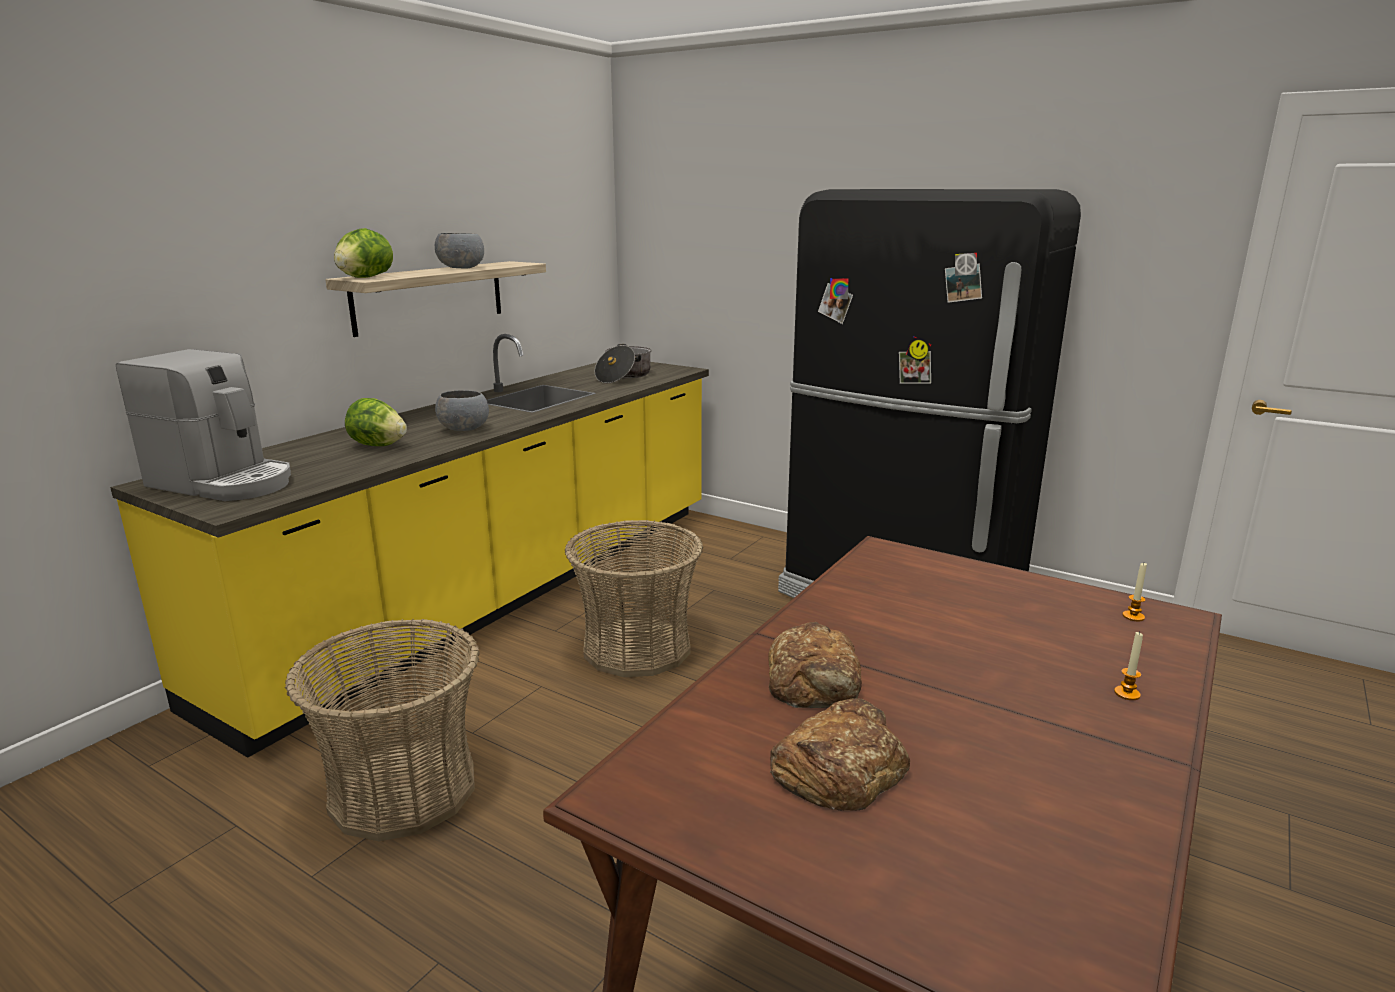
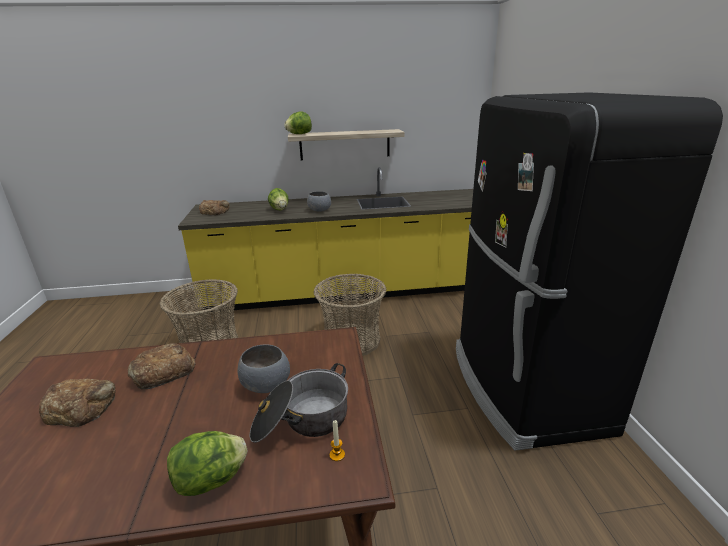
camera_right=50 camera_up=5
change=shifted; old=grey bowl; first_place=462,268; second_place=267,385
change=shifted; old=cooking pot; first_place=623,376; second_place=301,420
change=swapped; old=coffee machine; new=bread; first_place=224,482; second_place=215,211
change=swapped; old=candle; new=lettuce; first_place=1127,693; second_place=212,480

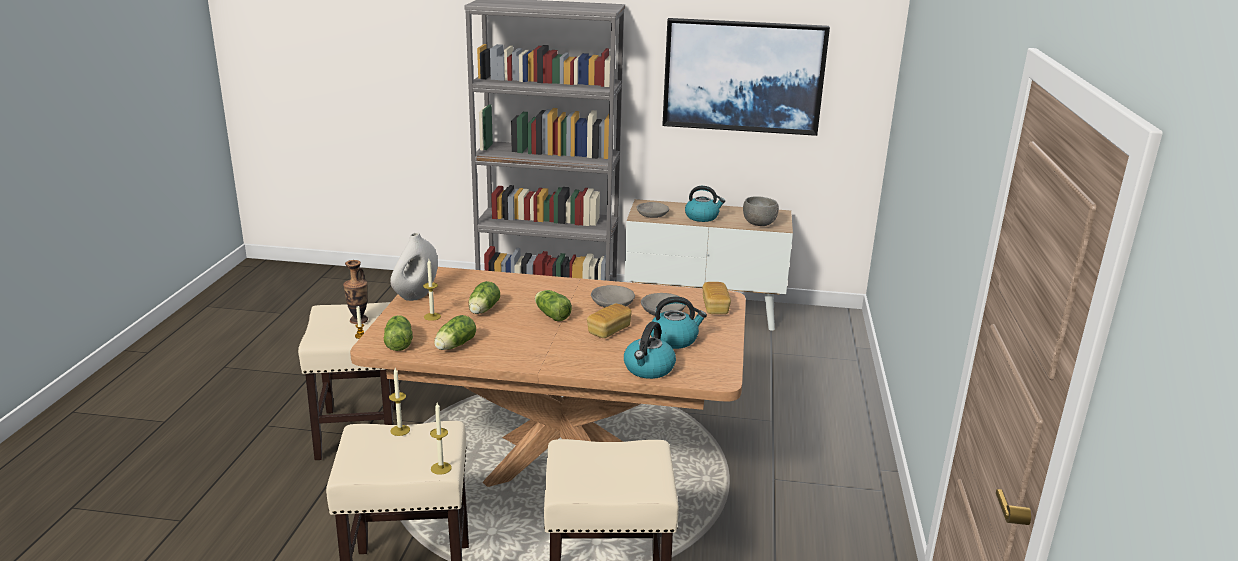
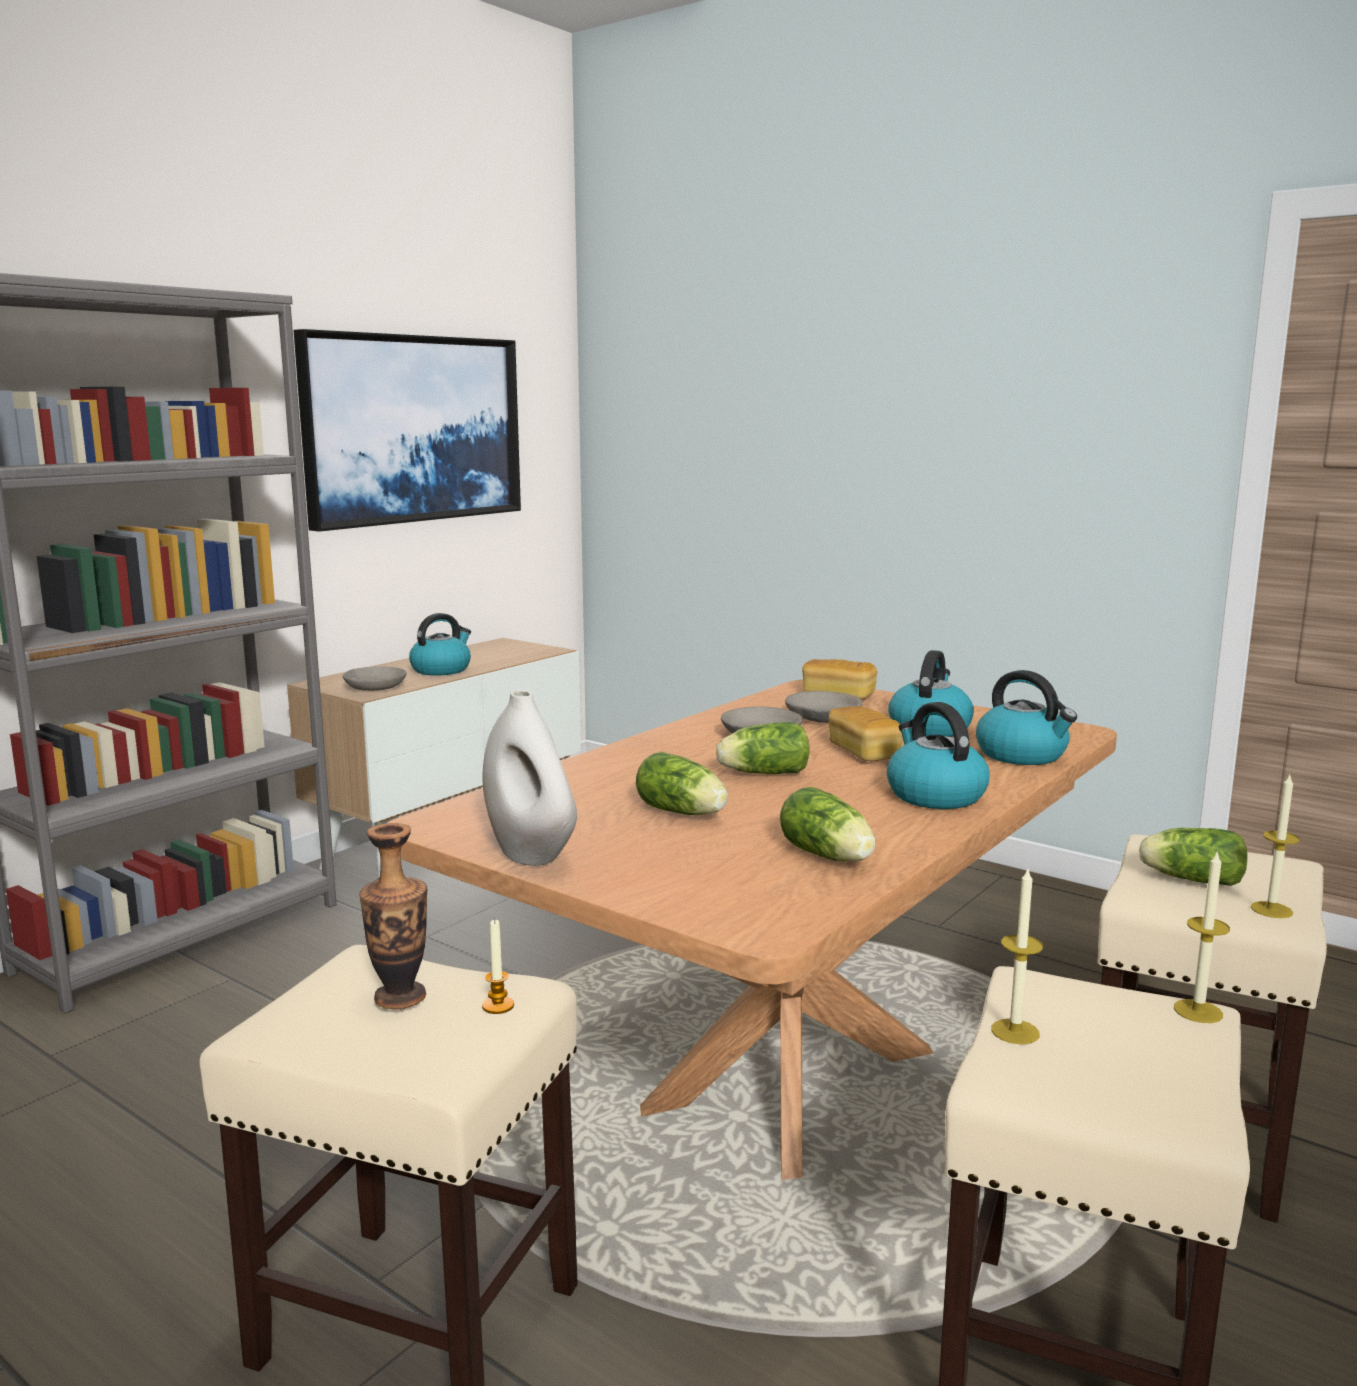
camera_right=-60 camera_up=-10
change=gone; old=grey bowl; first_place=759,224
change=shifted; old=candle; first_place=432,316; second_place=1271,910
change=shifted; old=lettuce; first_place=399,342; second_place=1189,879
change=new; new=kettle; second_place=934,795

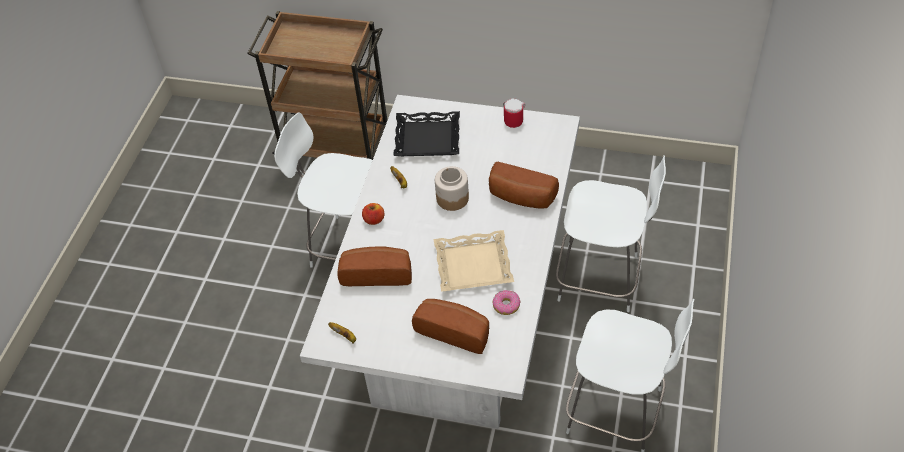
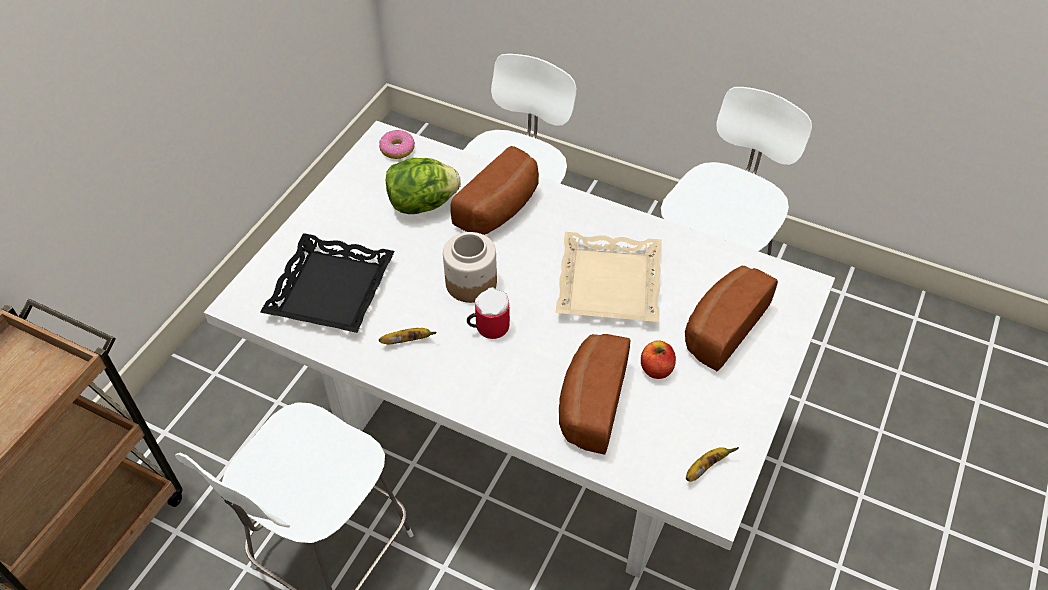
camera_right=-80 camera_up=0
change=shifted; old=mug; first_place=512,119; second_place=487,327
change=shifted; old=apple; first_place=374,220; second_place=656,369
change=shifted; old=donut; first_place=506,305; second_place=397,149
change=new; new=lettuce; second_place=422,204

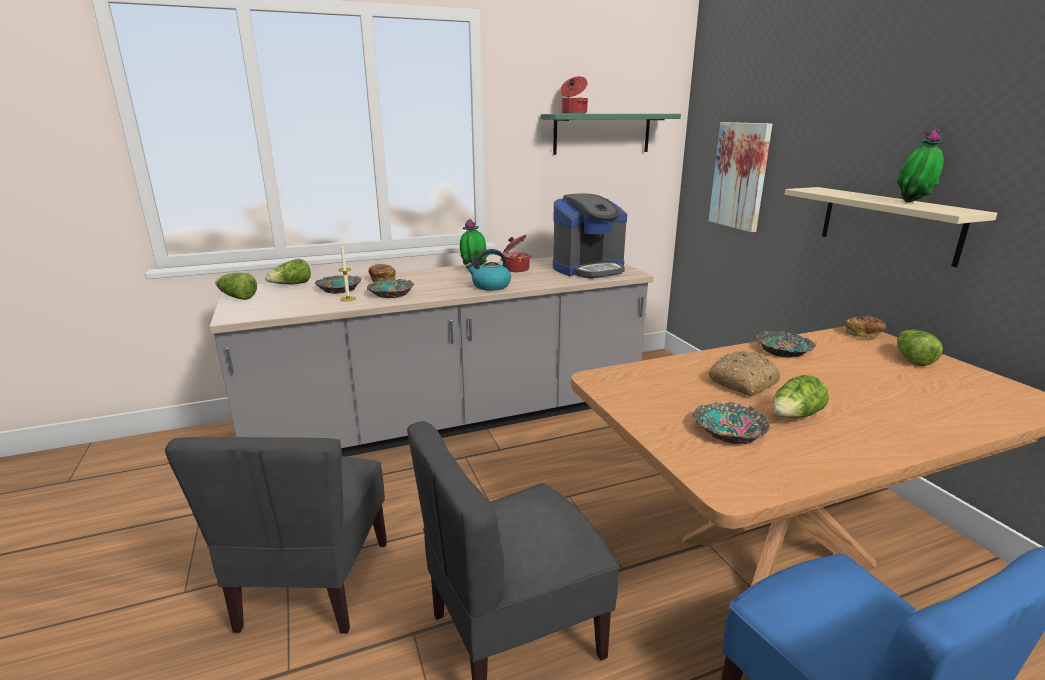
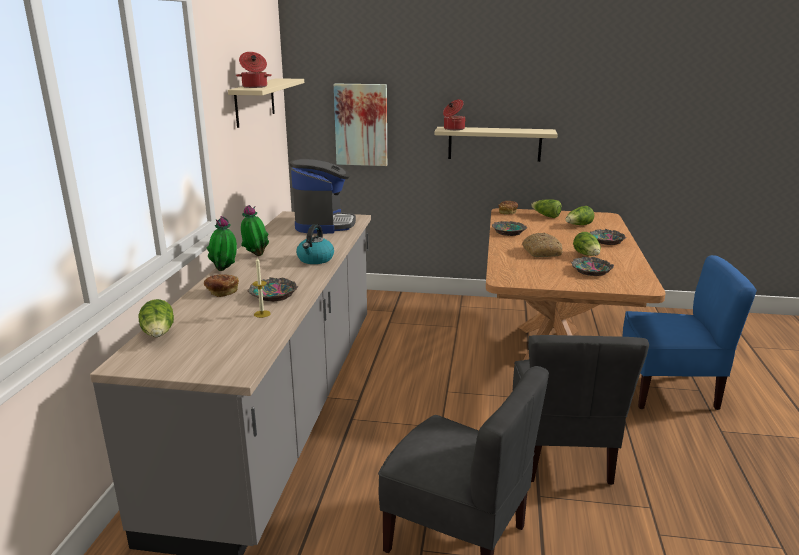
camera_right=-60 camera_up=0
change=repainted; old=green shelf; new=beige shelf; first_place=602,133; second_place=255,102
change=shifted; old=potted plant; first_place=913,202; second_place=225,270
change=shifted; old=cooking pot; first_place=515,269; second_place=453,129
change=shifted; old=lettuce; first_place=237,297; second_place=578,225
change=shifted; old=bowl; first_place=339,288; second_place=605,241

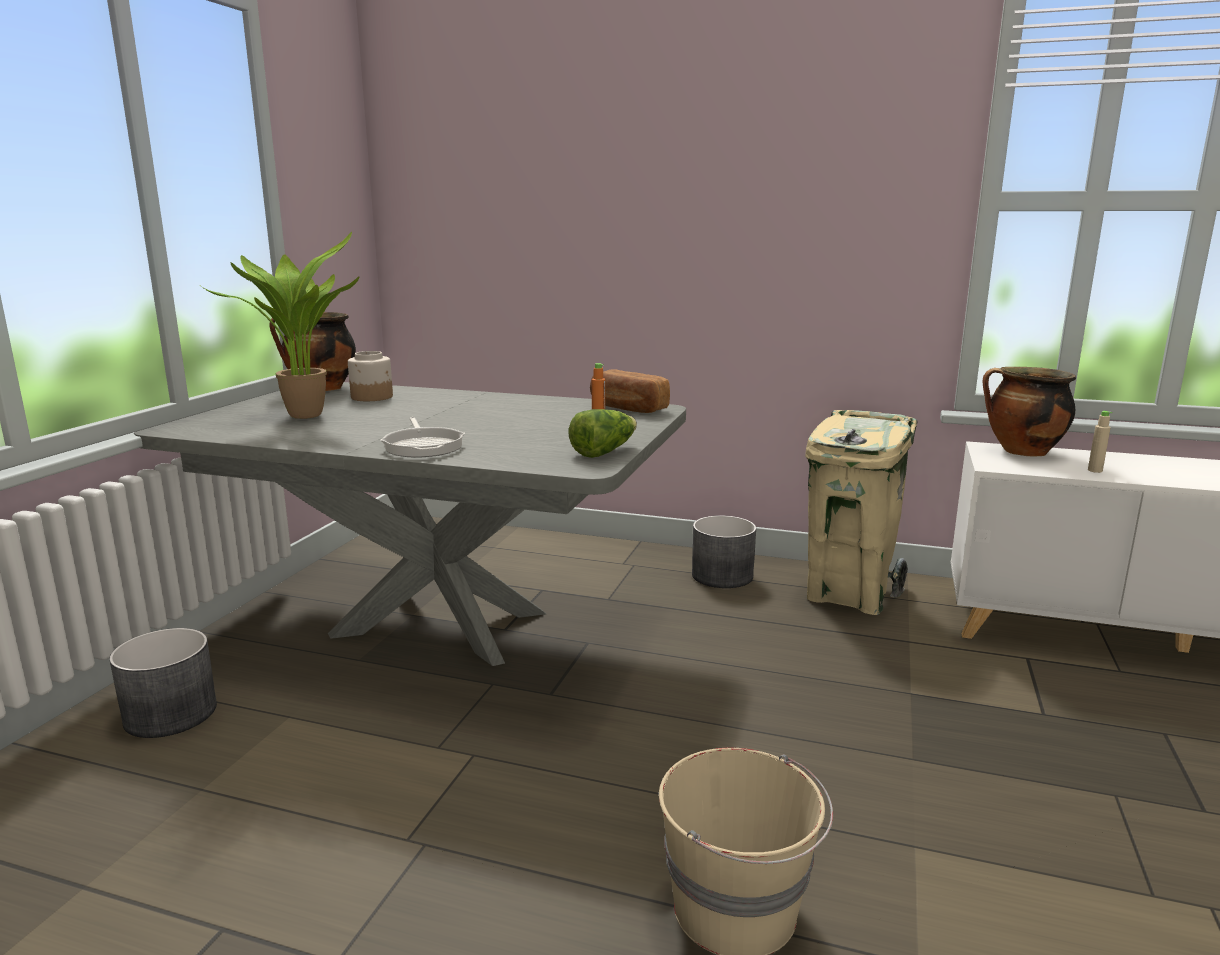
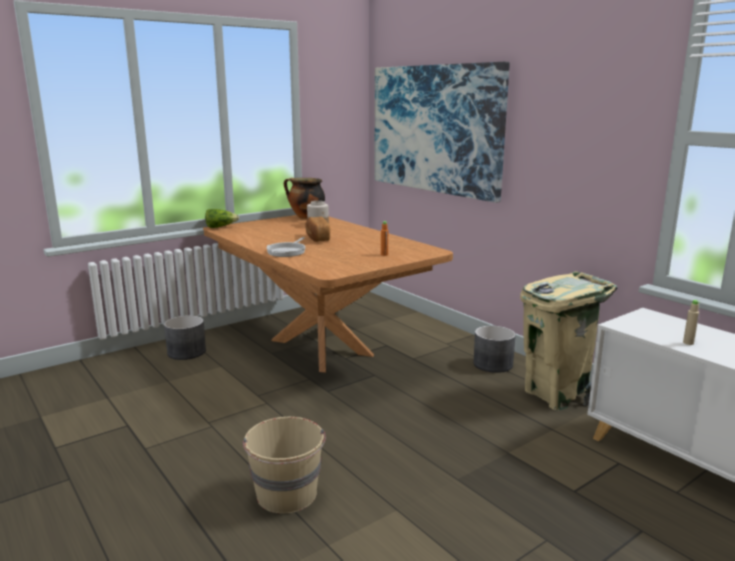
camera_right=35 camera_up=0
change=gone; old=potted plant; first_place=305,414
change=gone; old=cooking pot; first_place=1022,452
change=shifted; old=bread; first_place=627,408; second_place=317,238
change=repainted; old=grey dining table; new=brown dining table; first_place=440,624; second_place=321,348
change=shifted; old=lettuce; first_place=604,452; second_place=220,227
change=new; new=picture; second_place=435,129

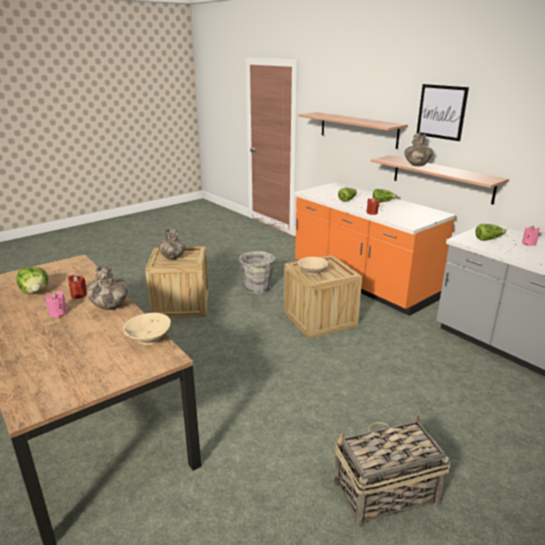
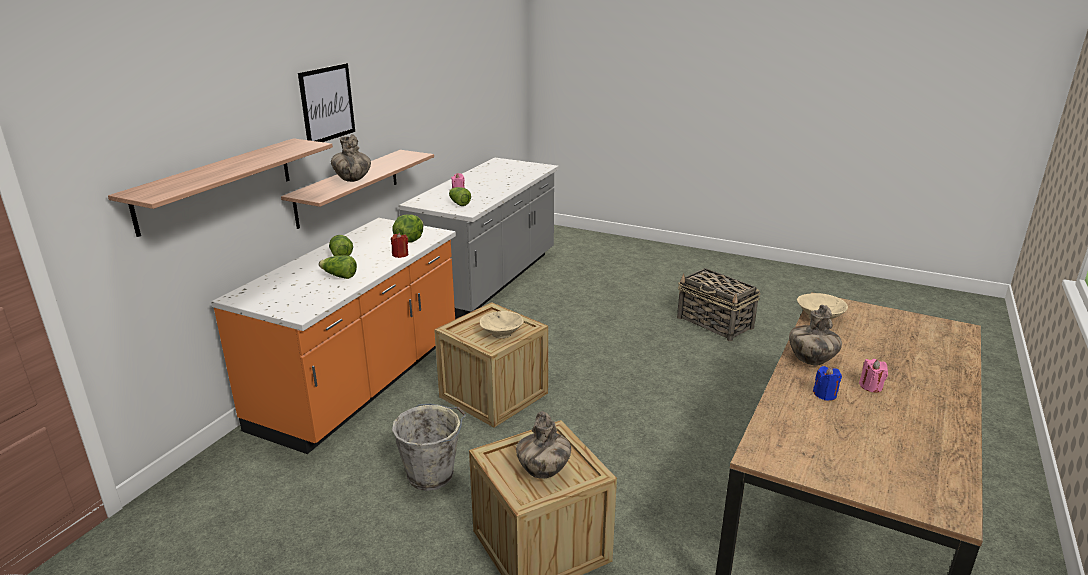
camera_right=-115 camera_up=0
change=shifted; old=lettuce; first_place=35,292; second_place=409,240
change=repainted; old=red candle; new=blue candle; first_place=79,295; second_place=825,394

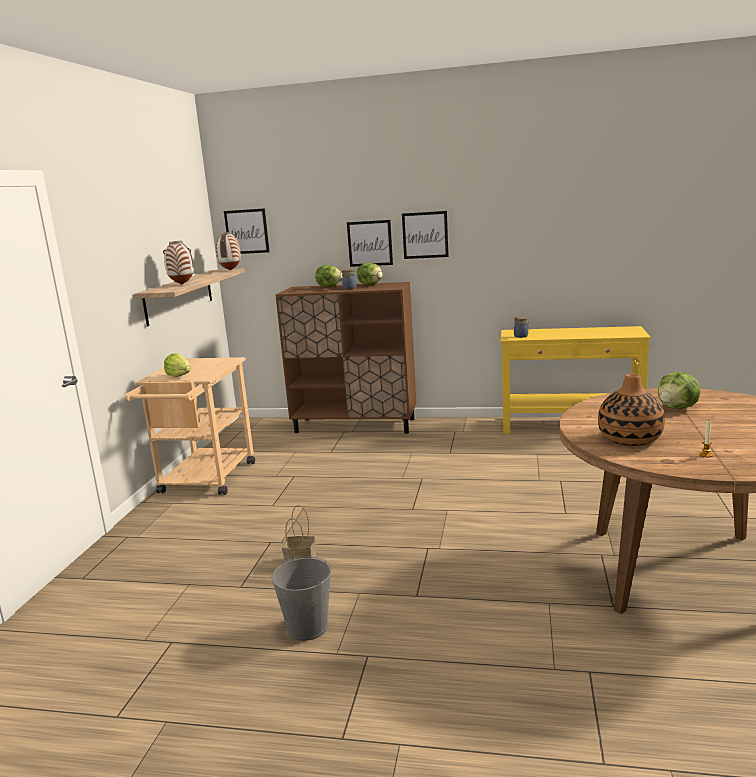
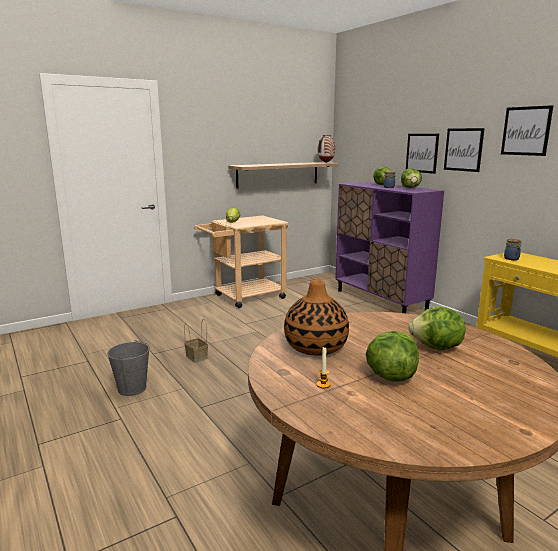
camera_right=45 camera_up=0
change=shifted; old=picture; first_place=247,231; second_place=526,131
change=gone; old=vase; first_place=182,284
change=repainted; old=brown cabinet; new=purple cabinet; first_place=355,426; second_place=381,300
change=new; new=lettuce; second_place=390,376

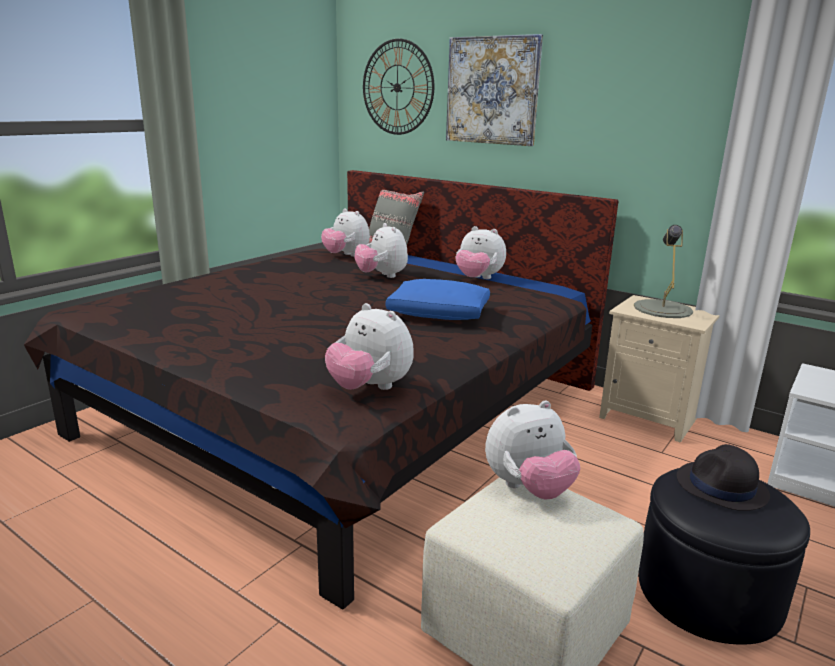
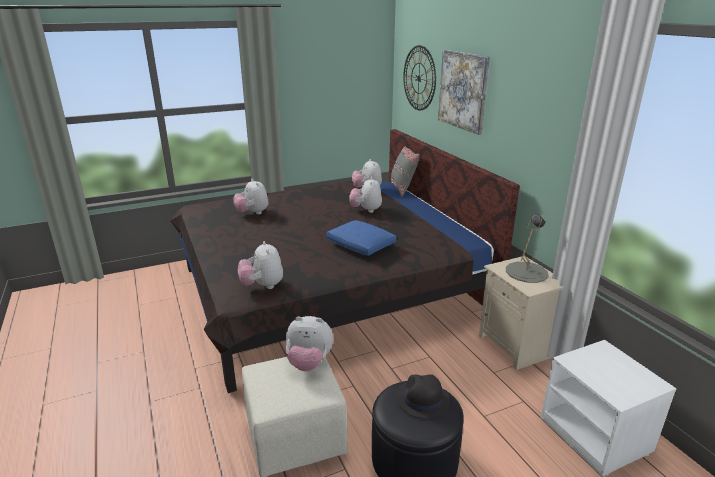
camera_right=30 camera_up=5
change=shifted; old=plush toy; first_place=478,279; second_place=252,213

